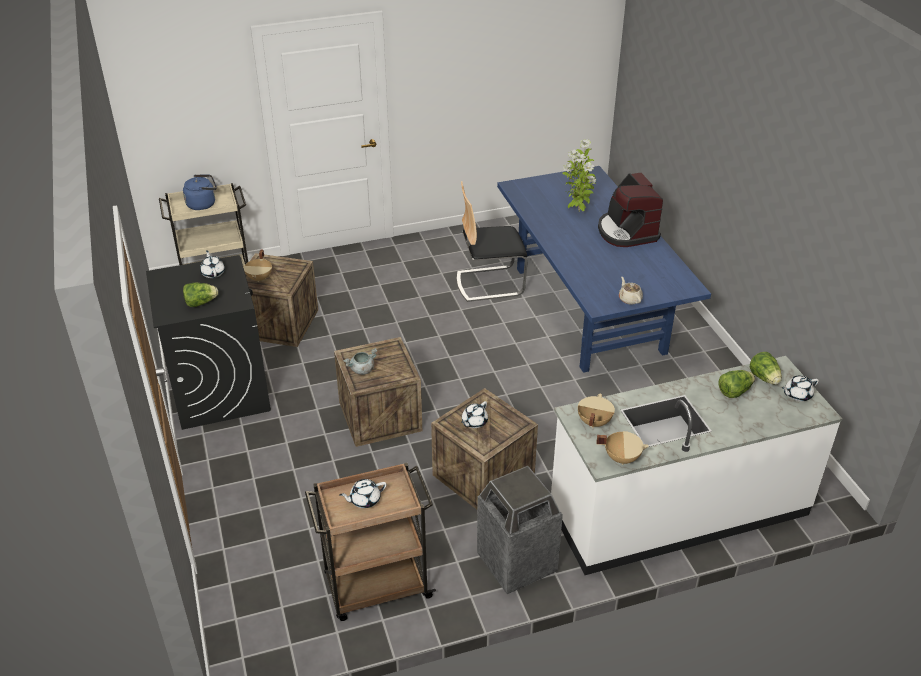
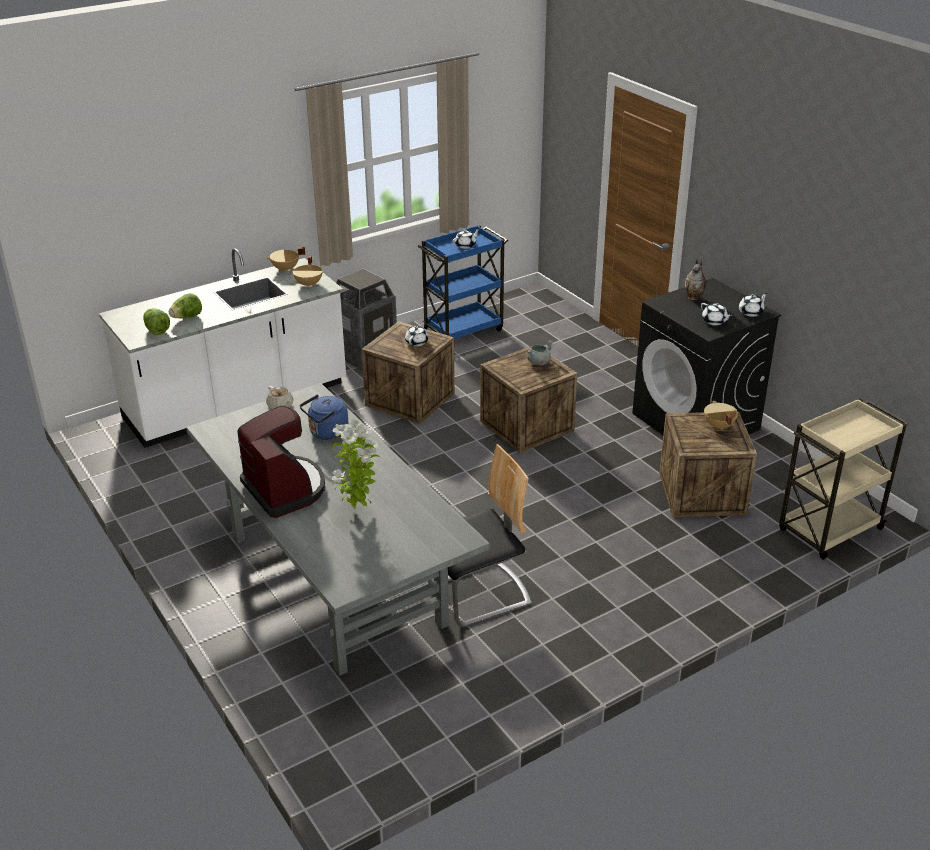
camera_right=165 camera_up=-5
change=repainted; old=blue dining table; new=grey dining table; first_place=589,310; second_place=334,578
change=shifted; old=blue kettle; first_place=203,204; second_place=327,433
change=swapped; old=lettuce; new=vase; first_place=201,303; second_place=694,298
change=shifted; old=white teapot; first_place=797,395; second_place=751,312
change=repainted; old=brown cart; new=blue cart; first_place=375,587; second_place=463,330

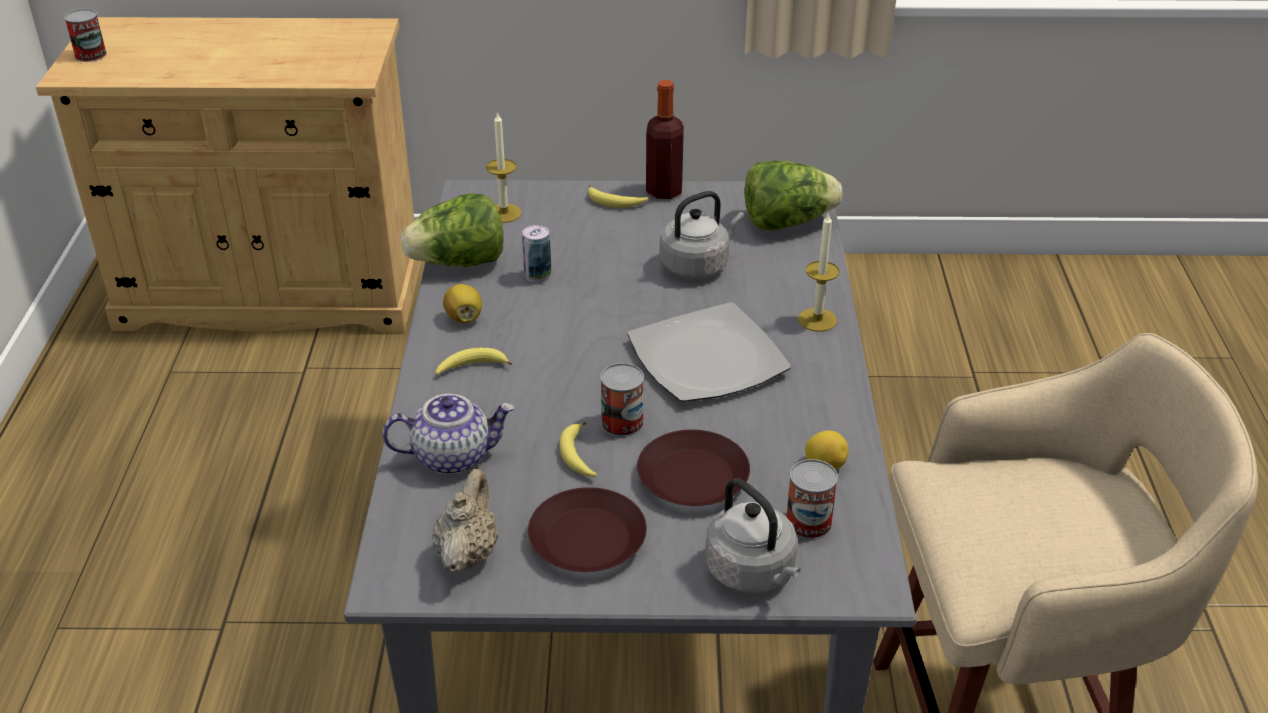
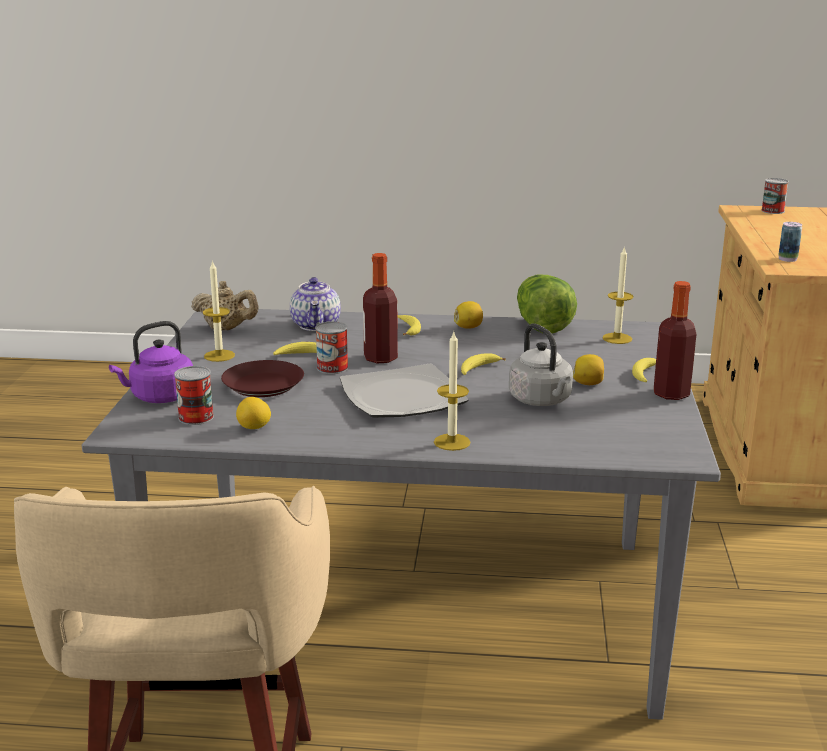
camera_right=95 camera_up=-15
change=gone; old=lettuce; first_place=787,222
change=shifted; old=can; first_place=538,276; second_place=787,259
change=repainted; old=grey kettle; new=purple kettle; first_place=753,573; second_place=159,397
change=swapped; old=brown plate; new=candle; first_place=587,540; second_place=219,356
change=new; new=bottle; second_place=380,358
change=new; new=banana; second_place=478,369
change=new; new=lemon; second_place=588,383

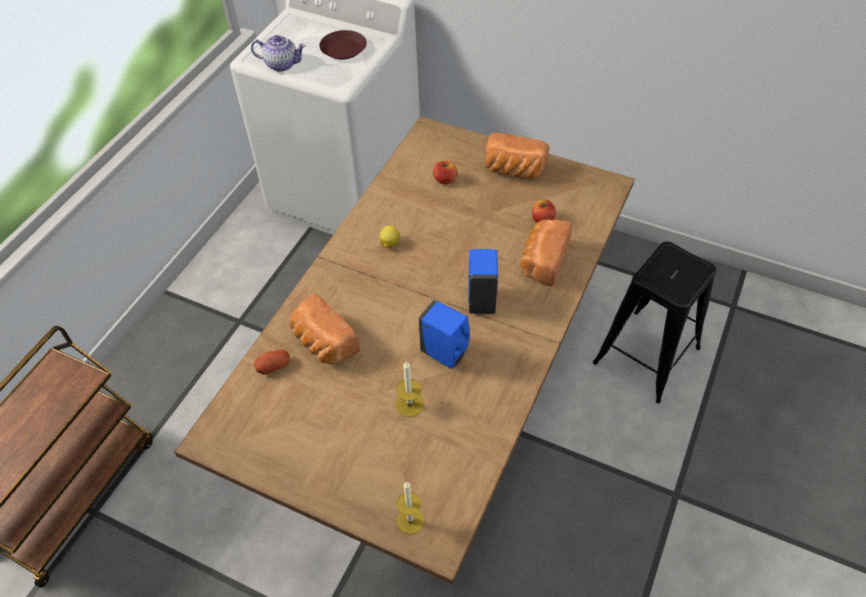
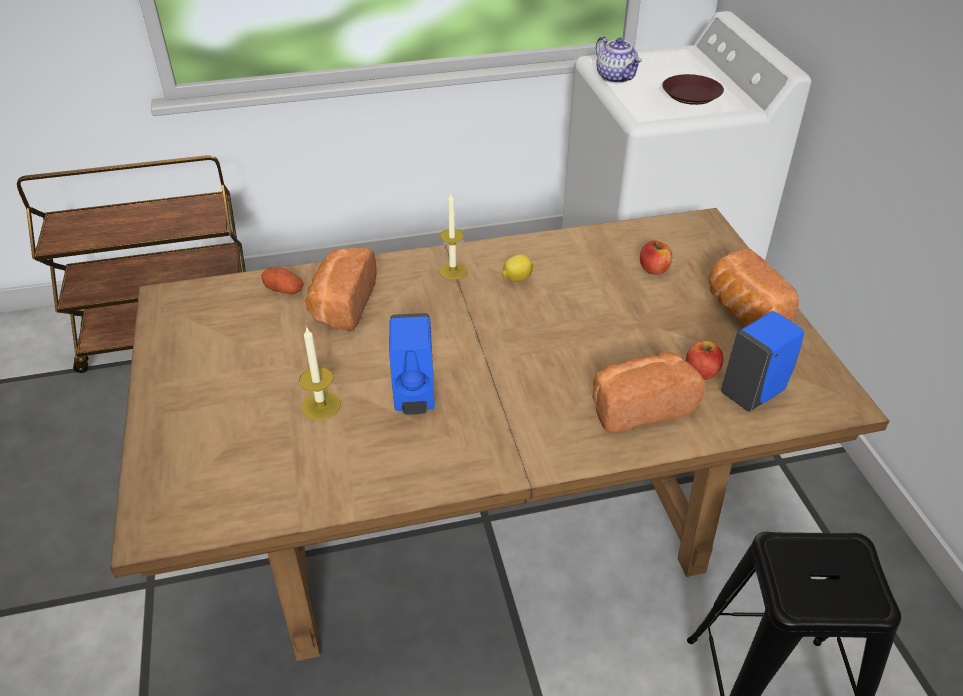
camera_right=50 camera_up=-10
change=shifted; old=blue soap dispenser; first_place=481,299; second_place=753,392
change=shifted; old=candle; first_place=410,521; second_place=453,271

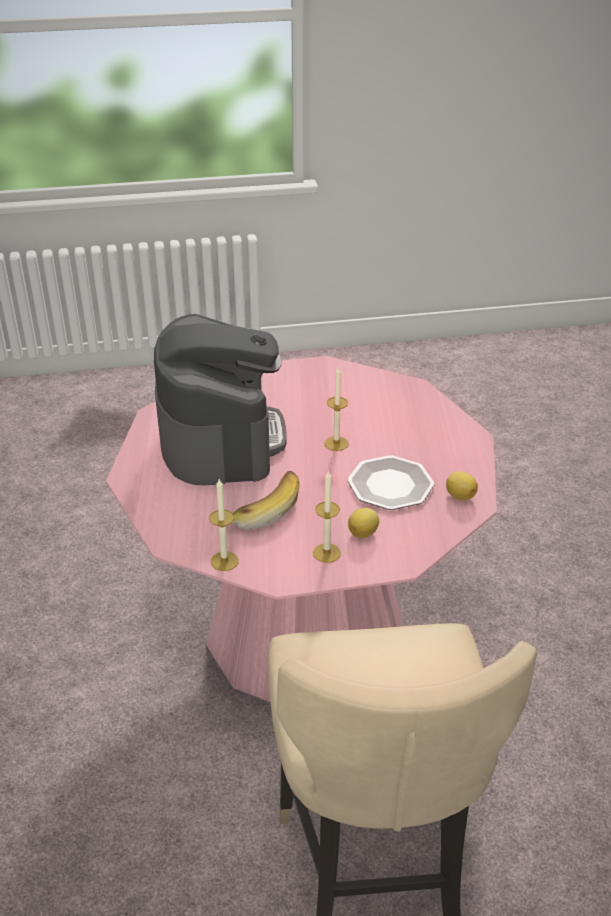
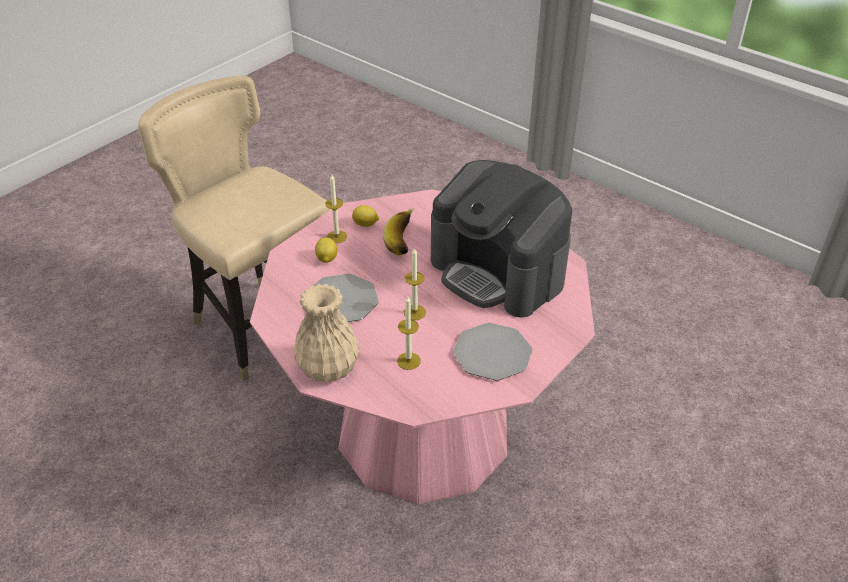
camera_right=140 camera_up=5
change=shifted; old=lemon; first_place=459,496; second_place=366,224
change=shifted; old=candle; first_place=224,561; second_place=408,361
change=new; new=beige vase; second_place=329,368
change=new; new=plate; second_place=492,353

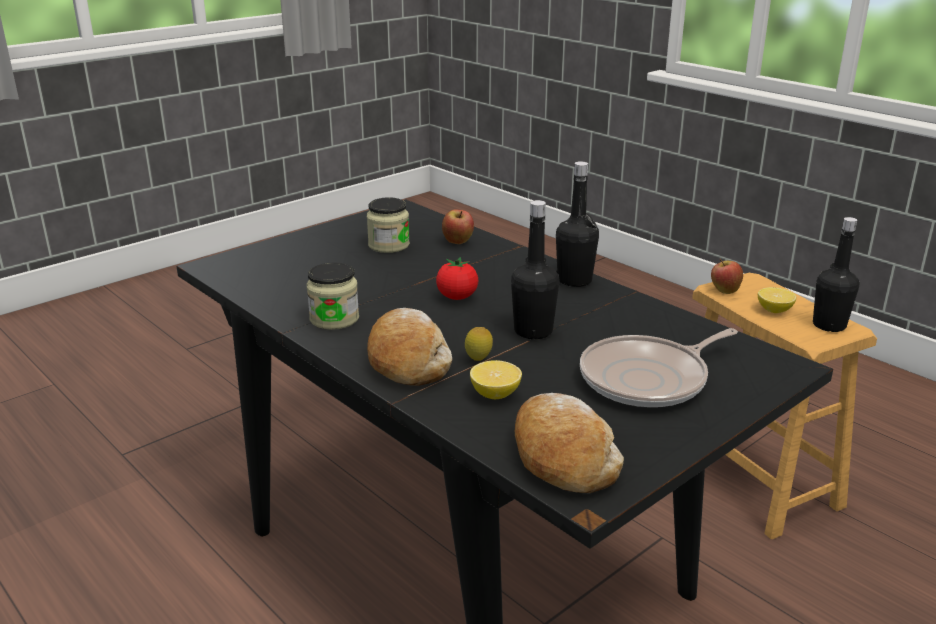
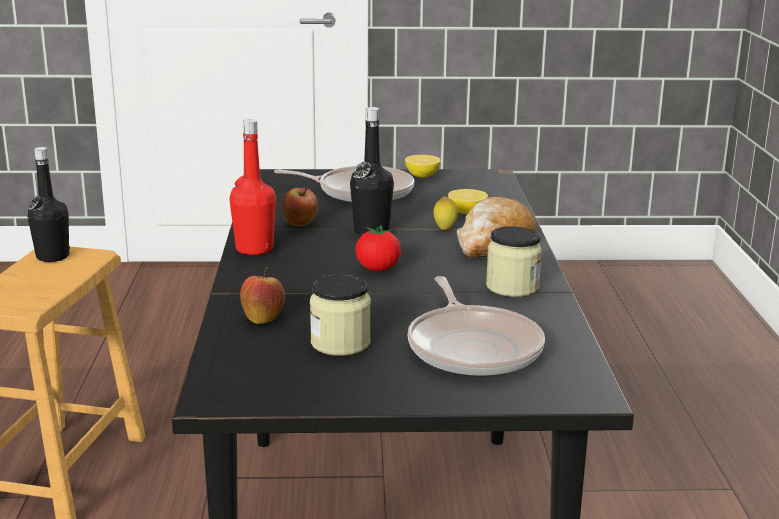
camera_right=-140 camera_up=-5
change=repainted; old=black bottle; new=red bottle; first_place=574,280; second_place=254,249
change=shifted; old=apple; first_place=724,291; second_place=300,224
change=shifted; old=lemon; first_place=774,310; second_place=422,176
change=gone; old=bread; first_place=562,457
change=new; new=frying pan; second_place=473,347

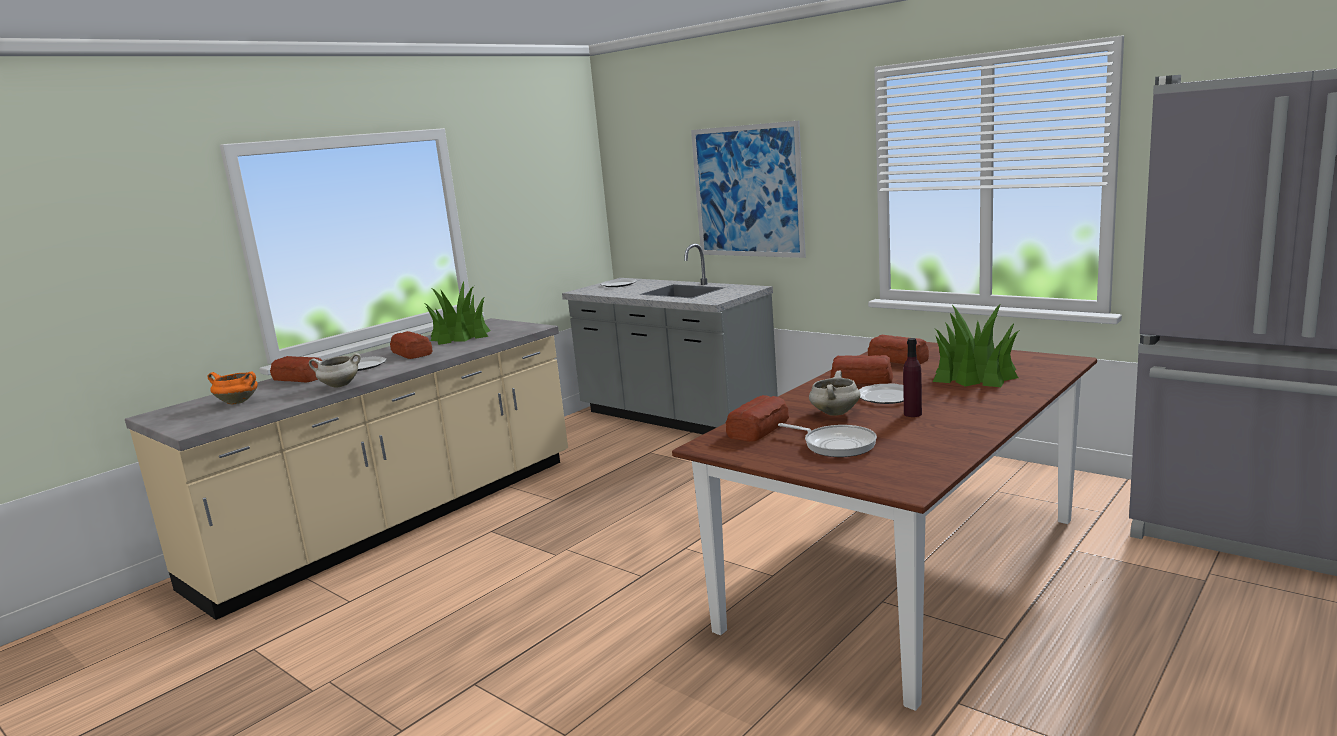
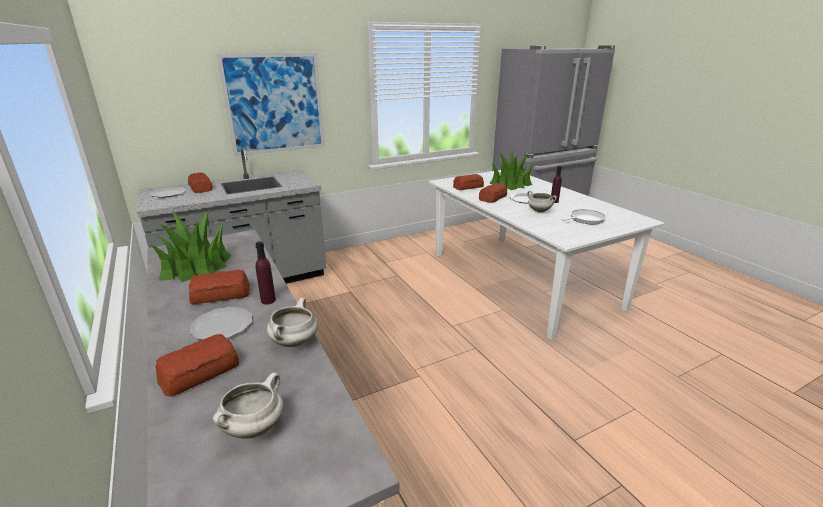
camera_right=-70 camera_up=10
change=repainted; old=brown dining table; new=white dining table; first_place=907,572; second_place=522,279
change=repainted; old=orange cooking pot; new=white cooking pot; first_place=238,402; second_place=254,427
change=shifted; old=bread; first_place=759,429; second_place=201,188
change=new; new=purple bottle; second_place=268,300

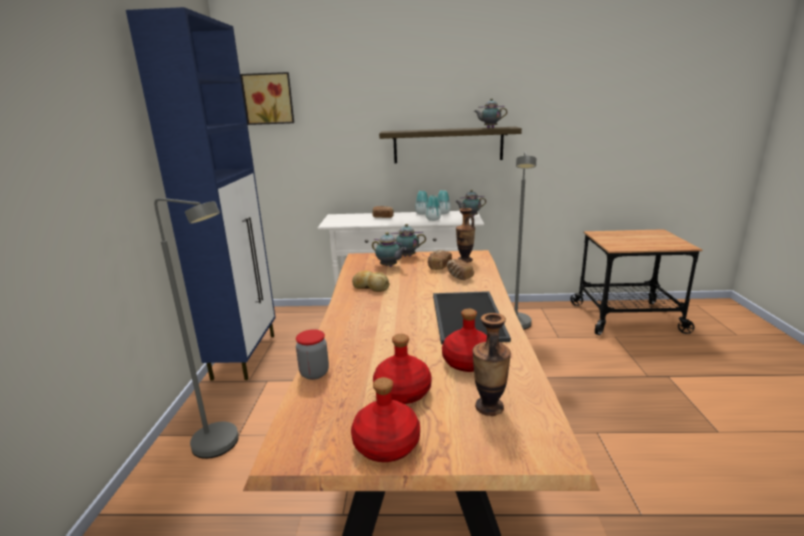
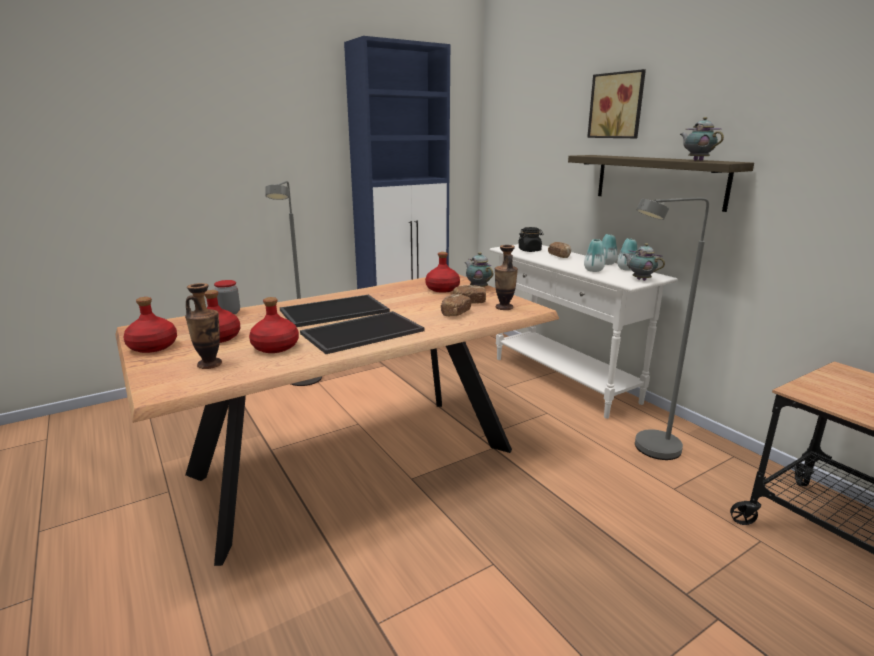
camera_right=55 camera_up=0
change=shifted; old=picture; first_place=268,99; second_place=617,105
change=swapped; old=teapot; new=red bottle; first_place=389,266; second_place=442,289
change=gone; old=bread; first_place=370,287
change=new; new=black jar; second_place=530,250
change=new; new=tray; second_place=334,312

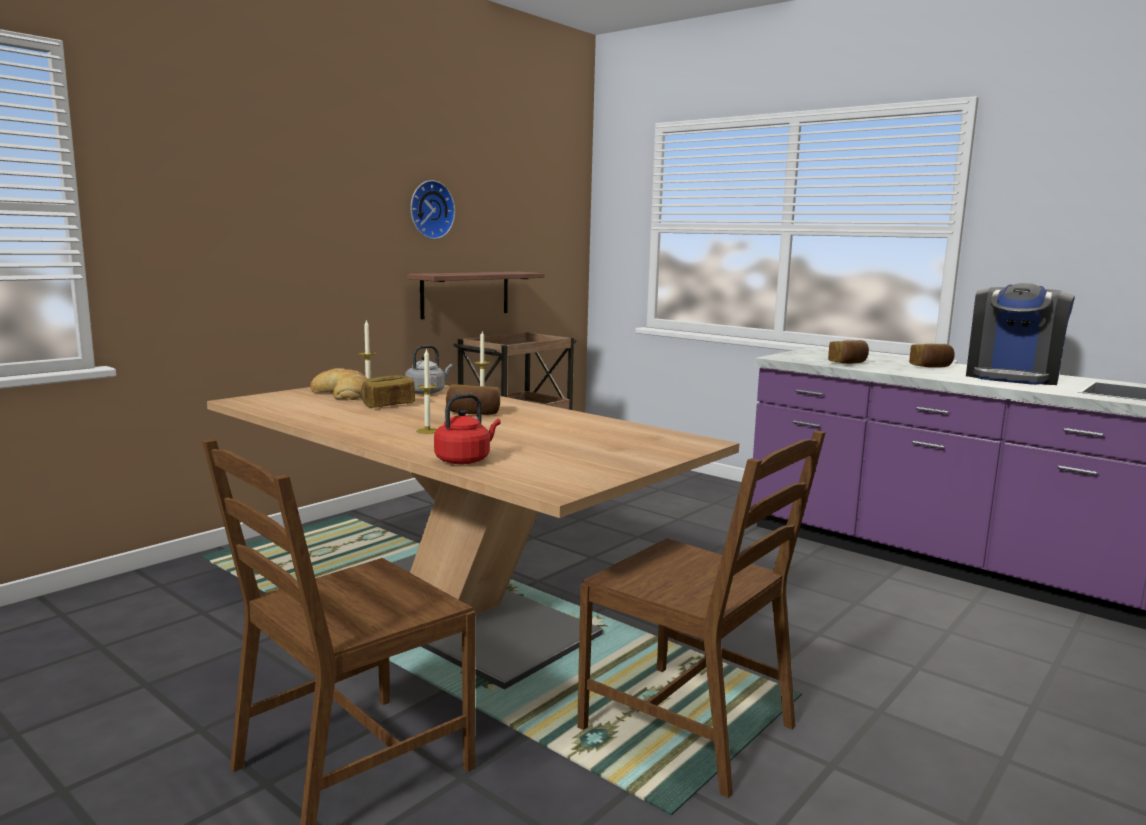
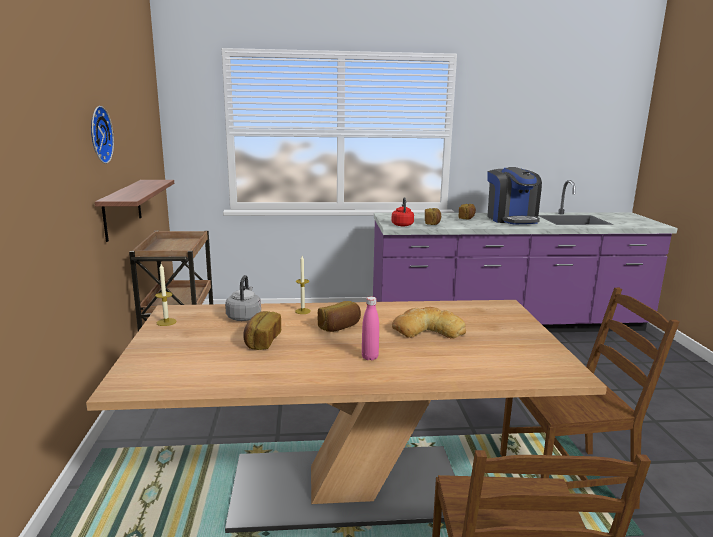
camera_right=-45 camera_up=5
change=swapped; old=candle; new=pink bottle; first_place=427,431; second_place=370,357
change=shifted; old=bread; first_place=344,393; second_place=427,330
change=shifted; old=red kettle; first_place=465,460; second_place=402,225

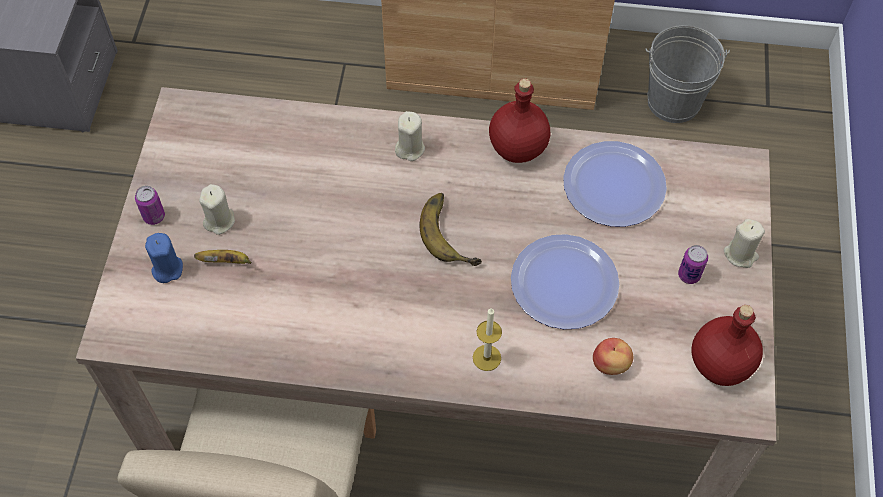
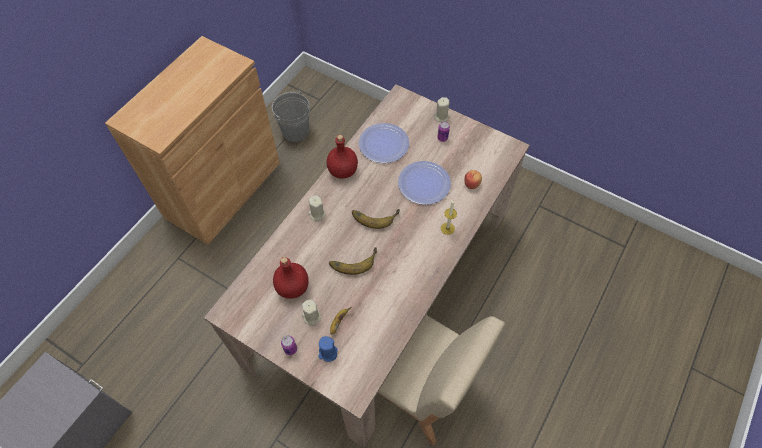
camera_right=-65 camera_up=0
change=shifted; old=red bottle; first_place=719,363; second_place=292,287
change=new; new=banana; second_place=353,260

